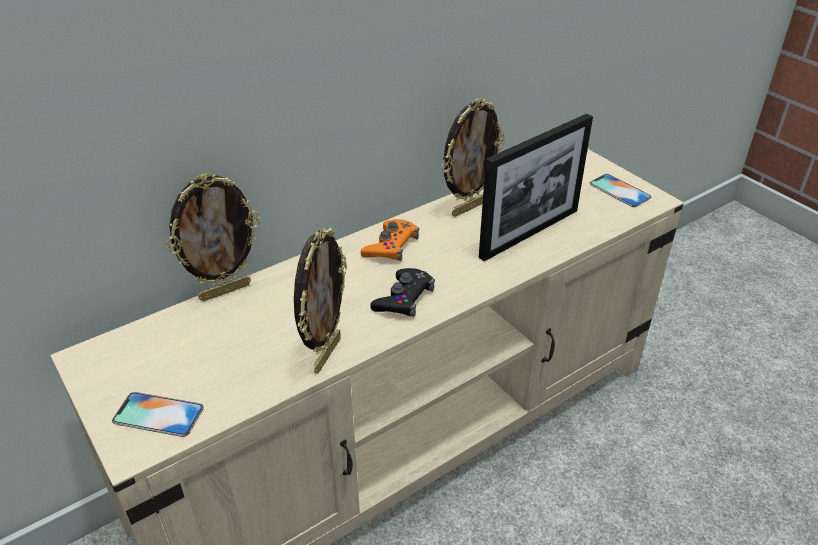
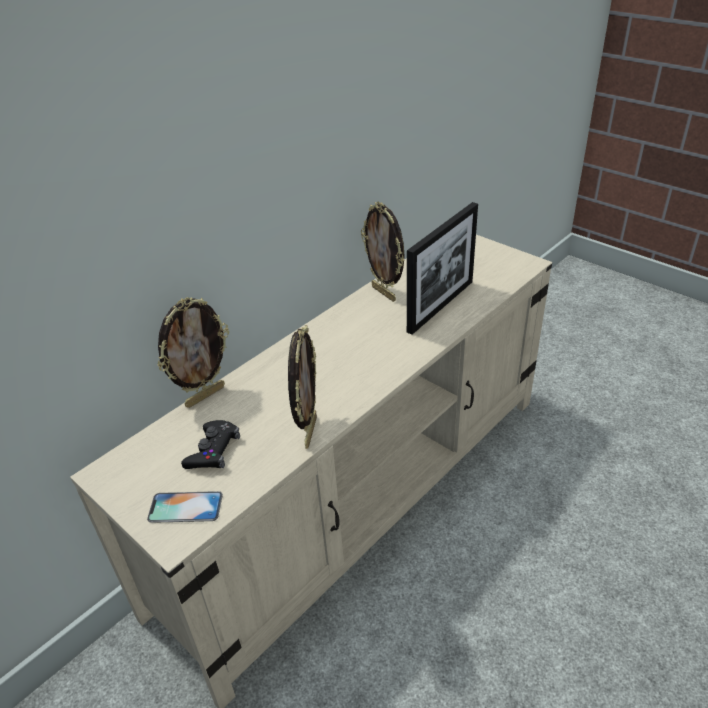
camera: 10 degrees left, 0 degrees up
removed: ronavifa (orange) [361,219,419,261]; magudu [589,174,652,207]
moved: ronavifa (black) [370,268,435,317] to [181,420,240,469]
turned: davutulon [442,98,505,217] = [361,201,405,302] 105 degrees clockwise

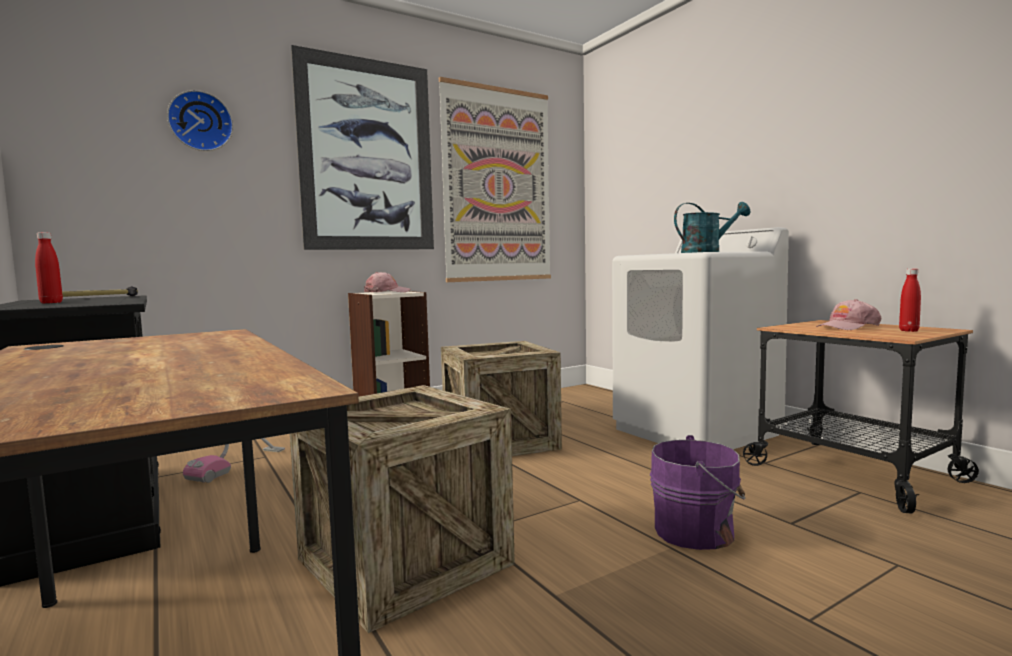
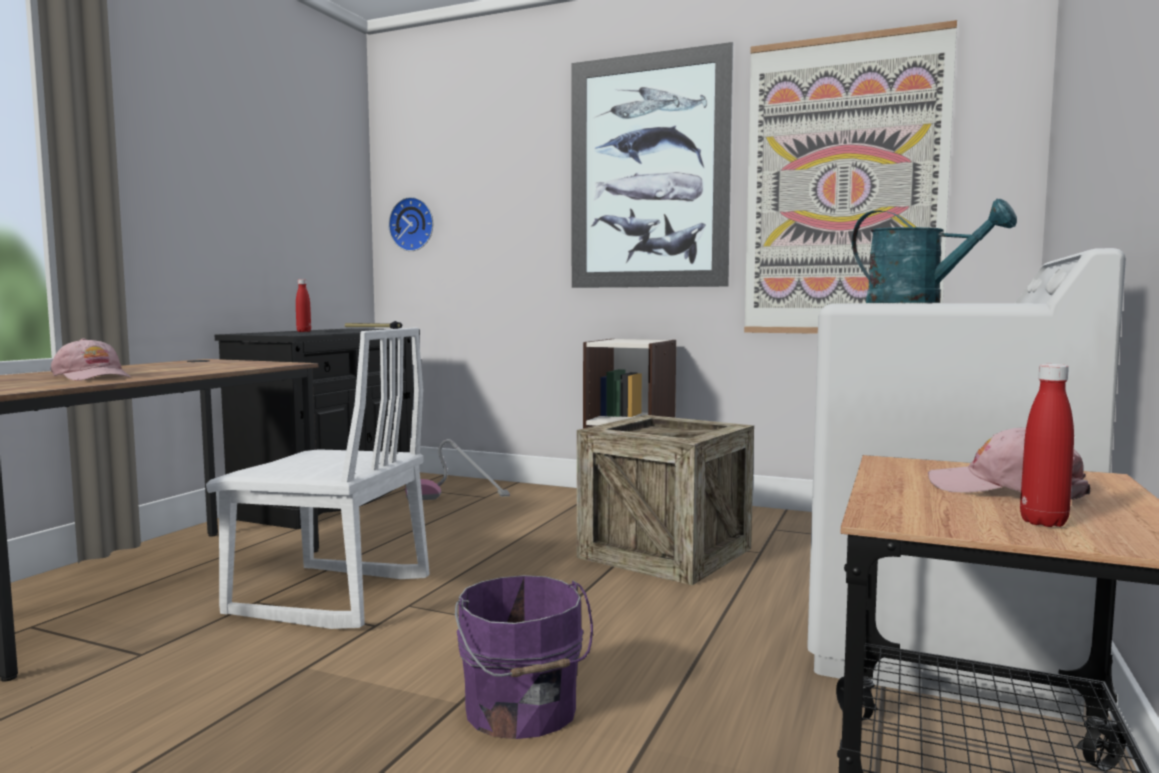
camera: 55 degrees right, 0 degrees up
moved: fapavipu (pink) [364,272,410,293] to [50,338,131,381]; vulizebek [167,90,233,151] to [388,197,433,251]
replaced: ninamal [290,385,515,633] to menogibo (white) [206,327,429,629]

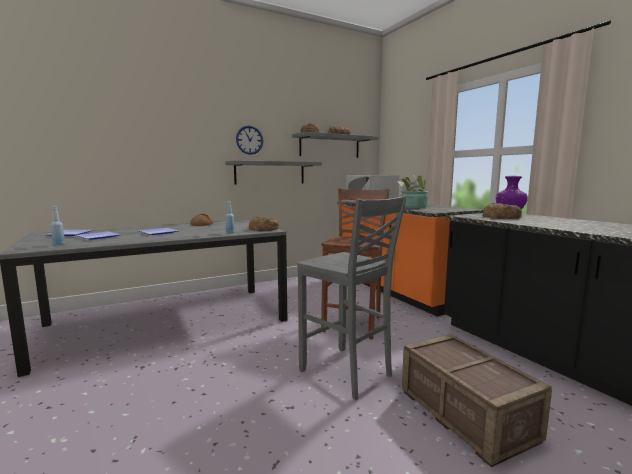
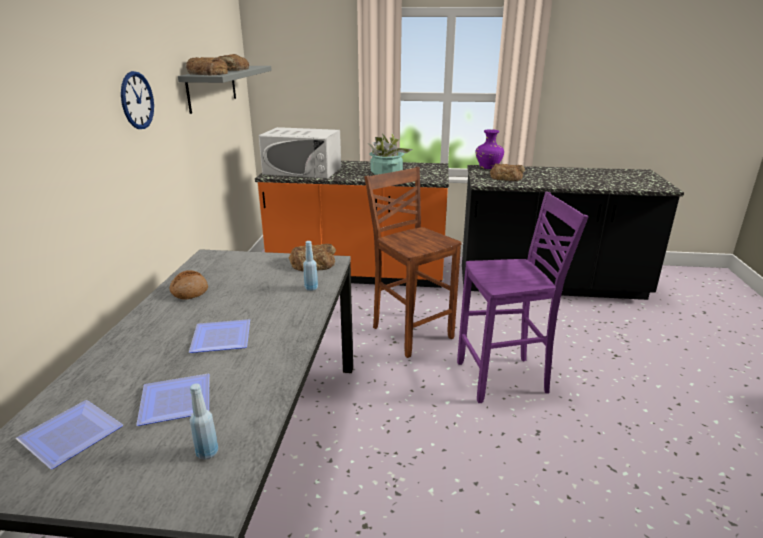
camera: 55 degrees left, 15 degrees up
removed: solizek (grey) [225,160,322,185]; ninamal [402,334,552,467]
recoloured: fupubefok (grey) [297,195,407,400] to fupubefok (purple) [457,192,588,403]

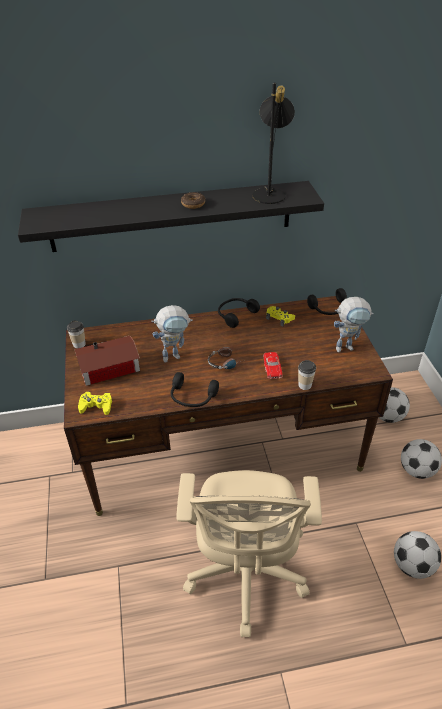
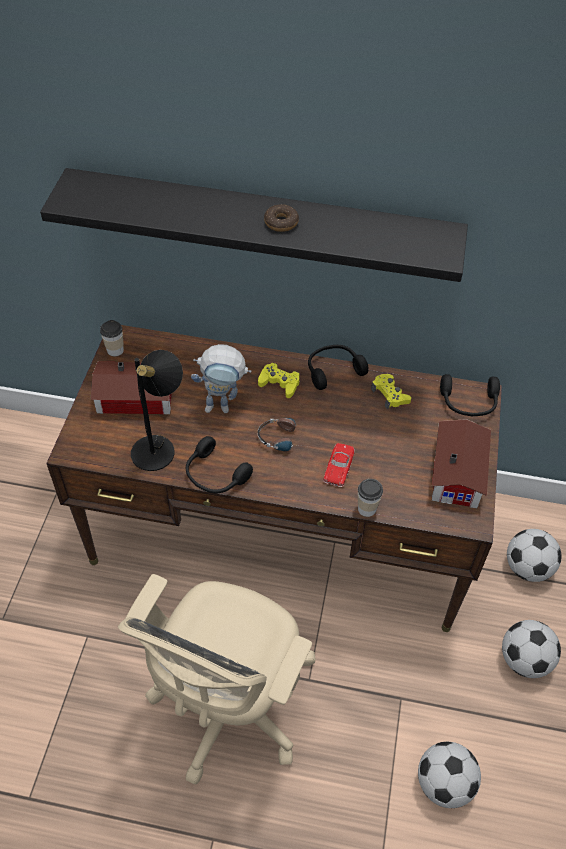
camera: 20 degrees right, 10 degrees up
moved: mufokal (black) [252,83,295,204] to [131,350,183,471]; ronavifa (yellow) [78,392,112,415] to [258,363,299,398]
replaced: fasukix [334,297,374,352] to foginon [432,419,491,508]

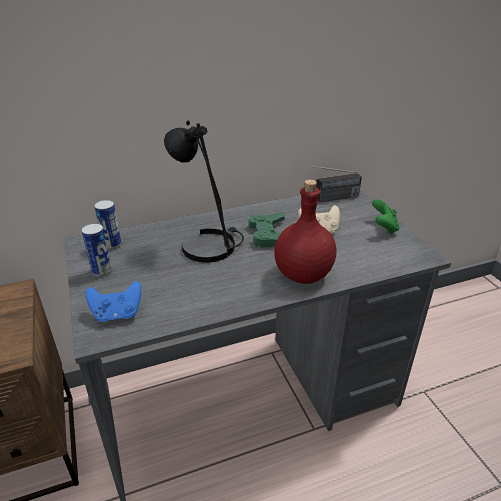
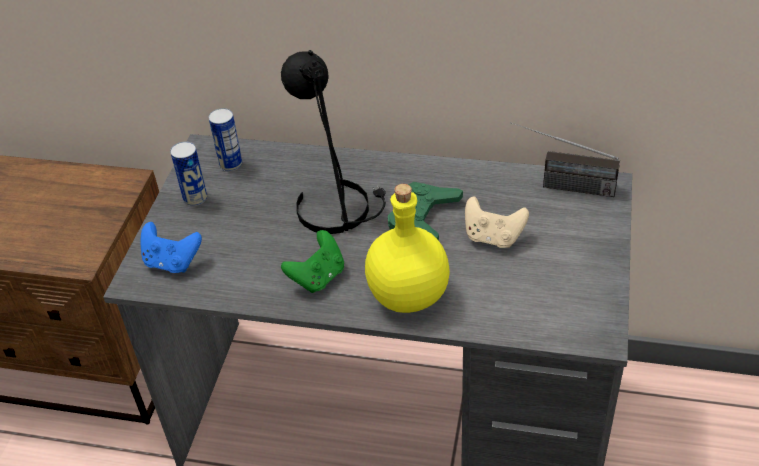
camera: 35 degrees right, 10 degrees up
moved: ronavifa (green) [372,199,399,234] to [281,230,344,293]
recoloured: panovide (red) [274,180,337,284] to panovide (yellow) [365,184,450,313]

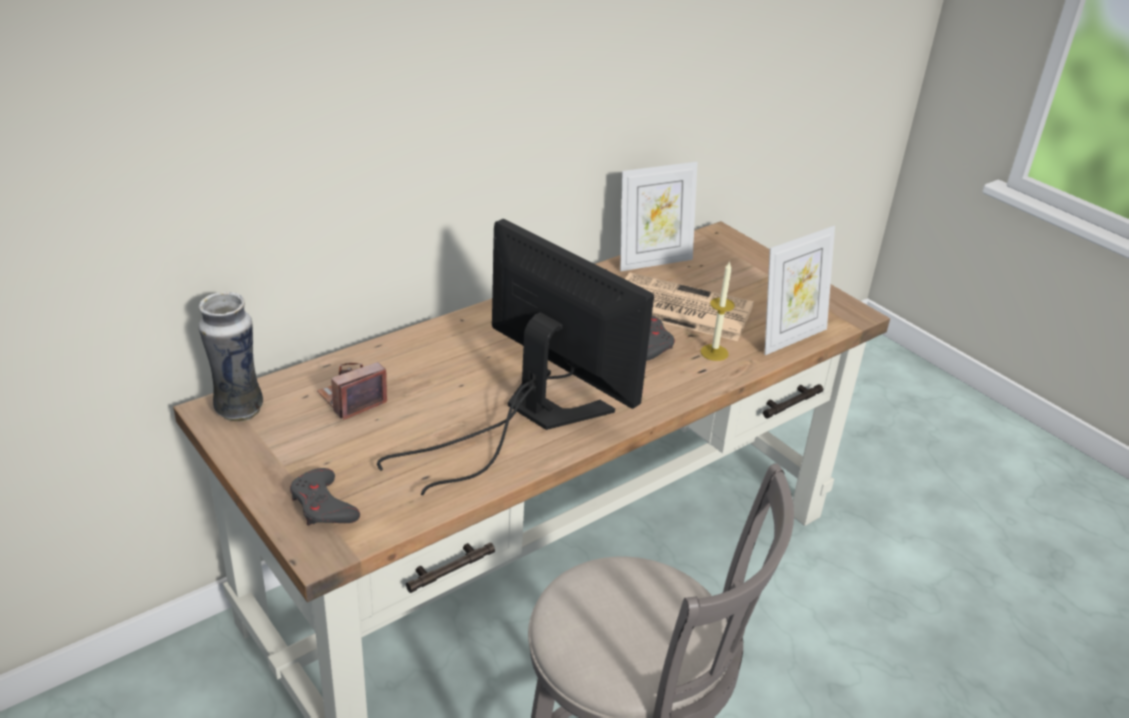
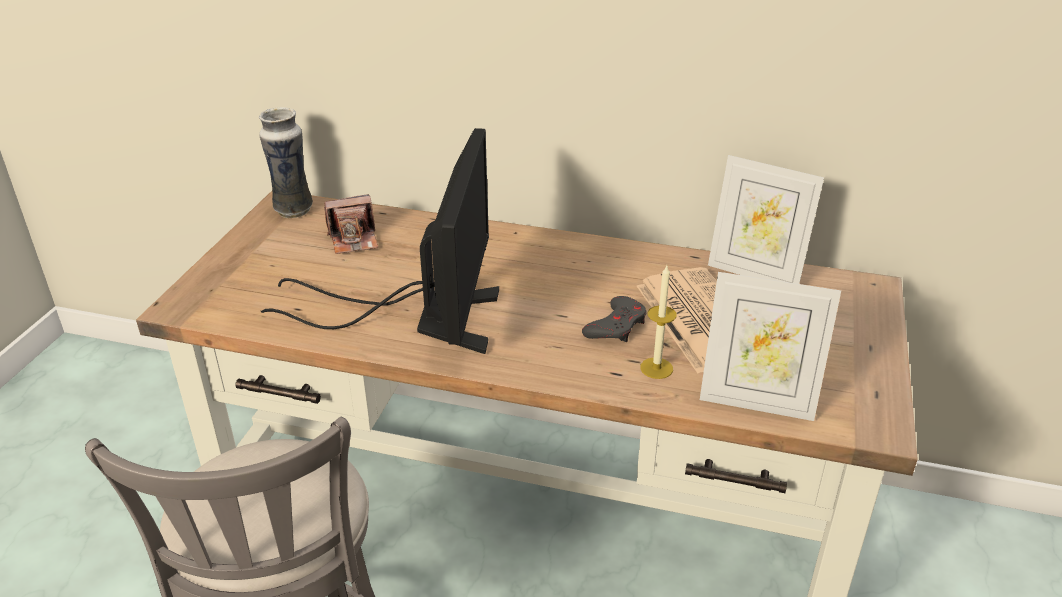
camera: 55 degrees right, 0 degrees up
removed: ronavifa (grey) [290,468,360,526]
turned: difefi [317,362,387,420] = [324,194,378,254] 150 degrees clockwise

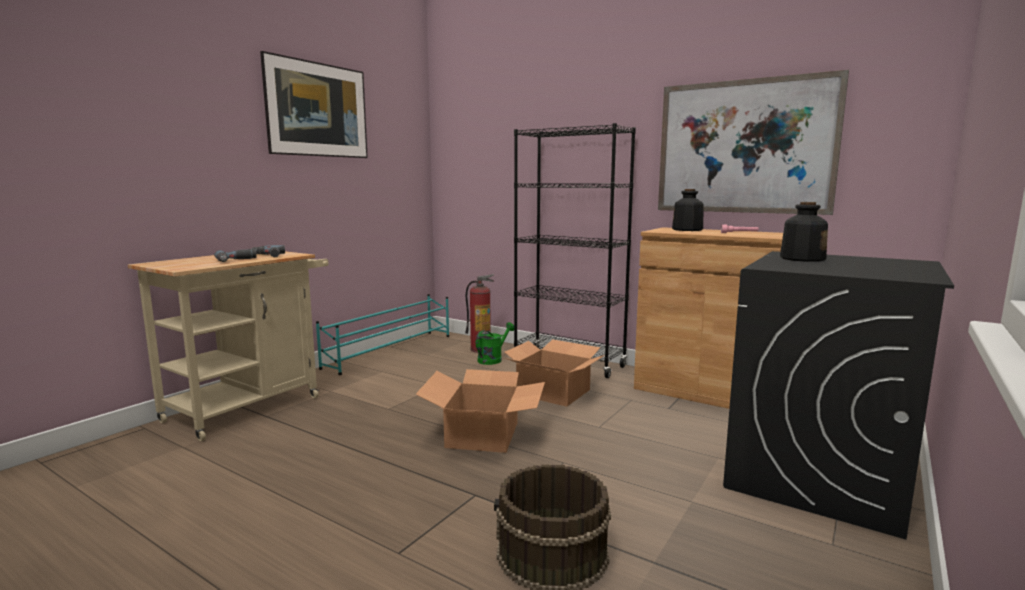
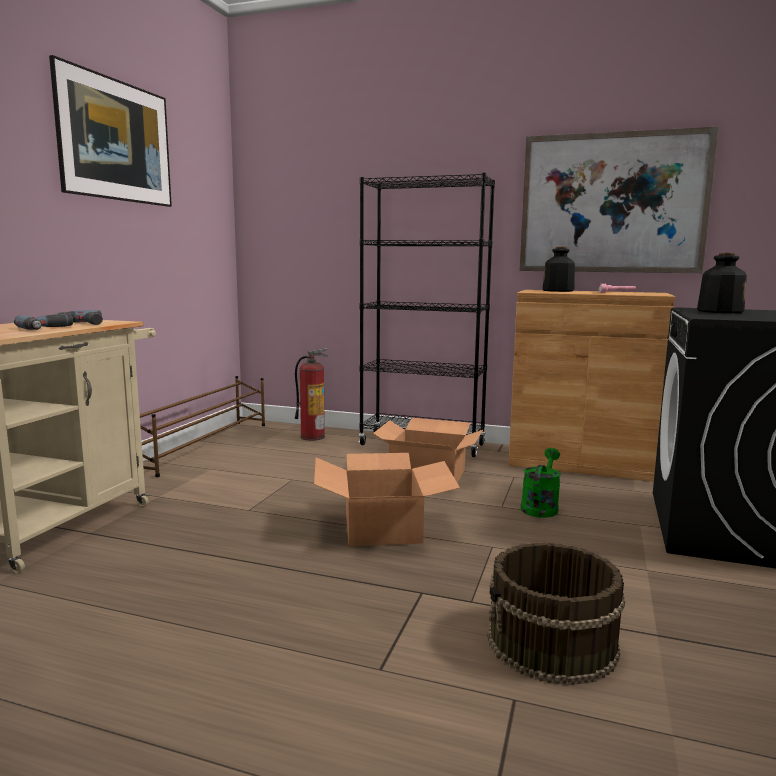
camera: 15 degrees left, 0 degrees up
moved: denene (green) [476,322,514,365] to [521,448,561,518]
recoloured: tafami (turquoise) [316,294,449,375] to tafami (brown) [140,376,265,477]

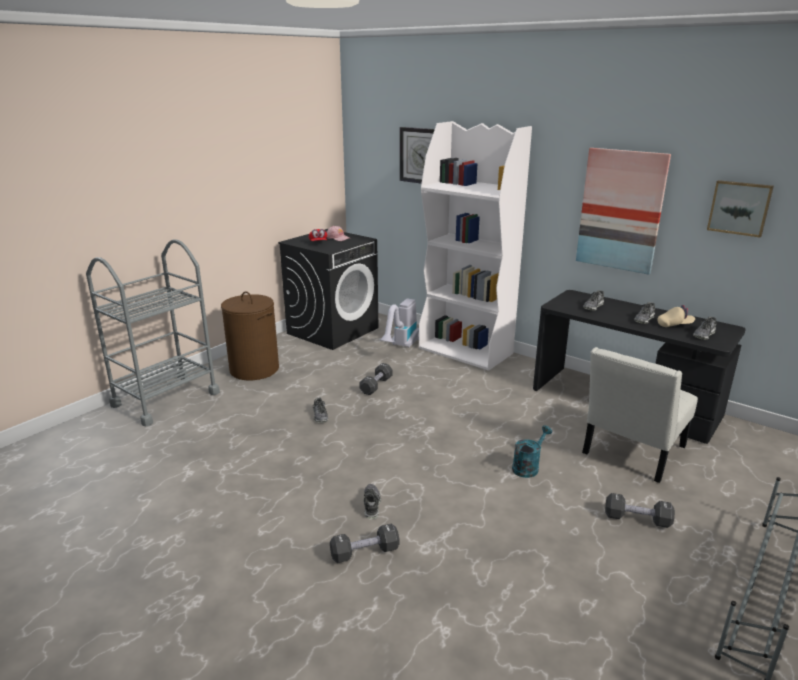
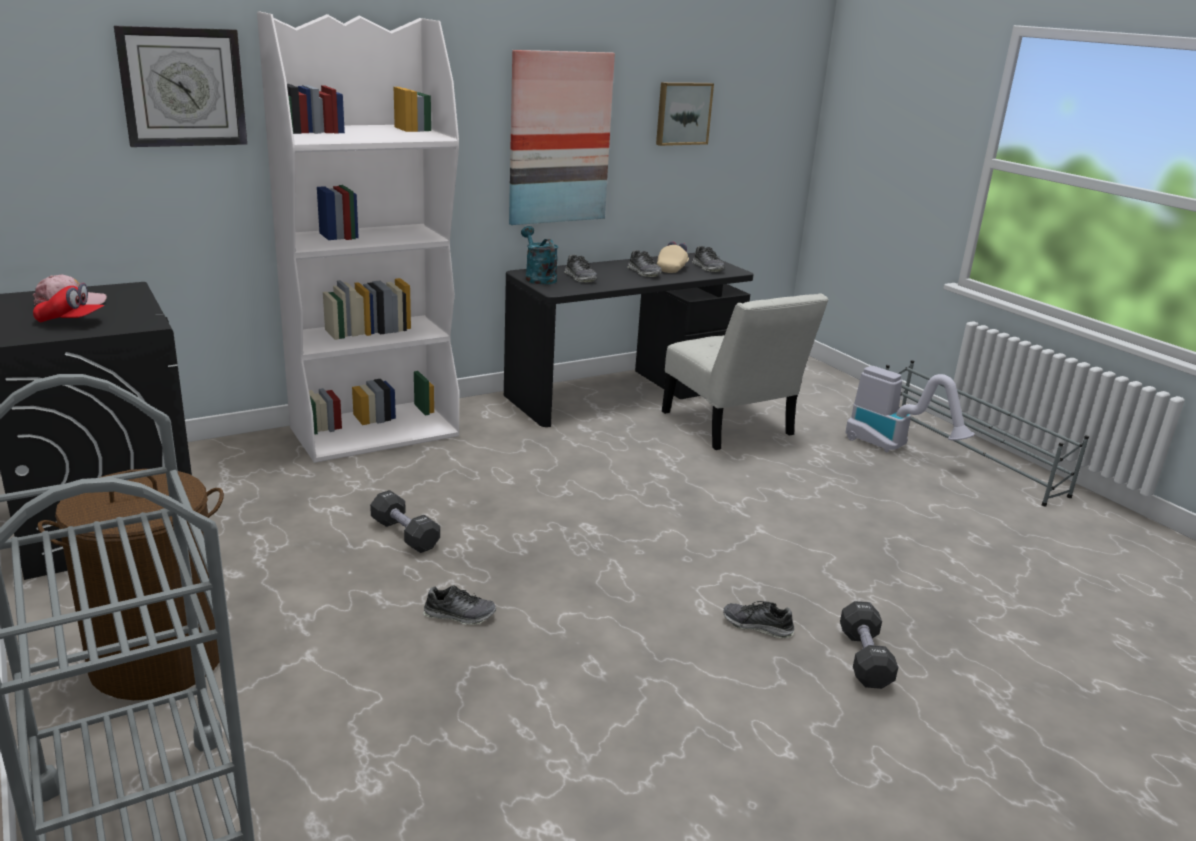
camera: 70 degrees left, 0 degrees up
removed: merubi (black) [605,493,675,528]
moved: denene (turquoise) [512,425,552,478] to [521,226,558,285]; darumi [379,299,419,348] to [845,366,975,452]

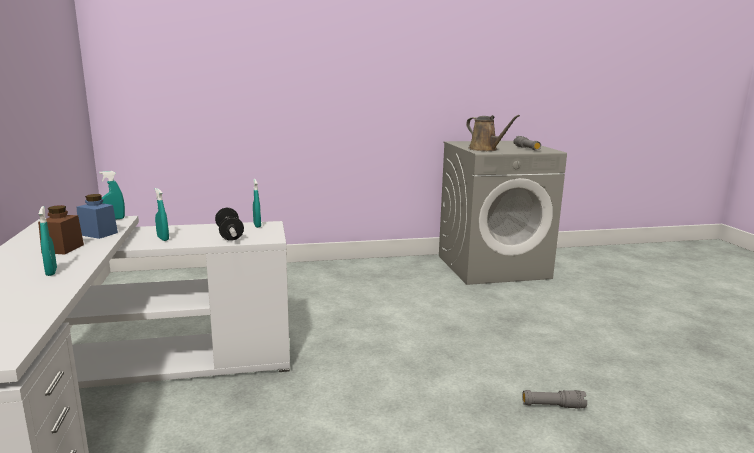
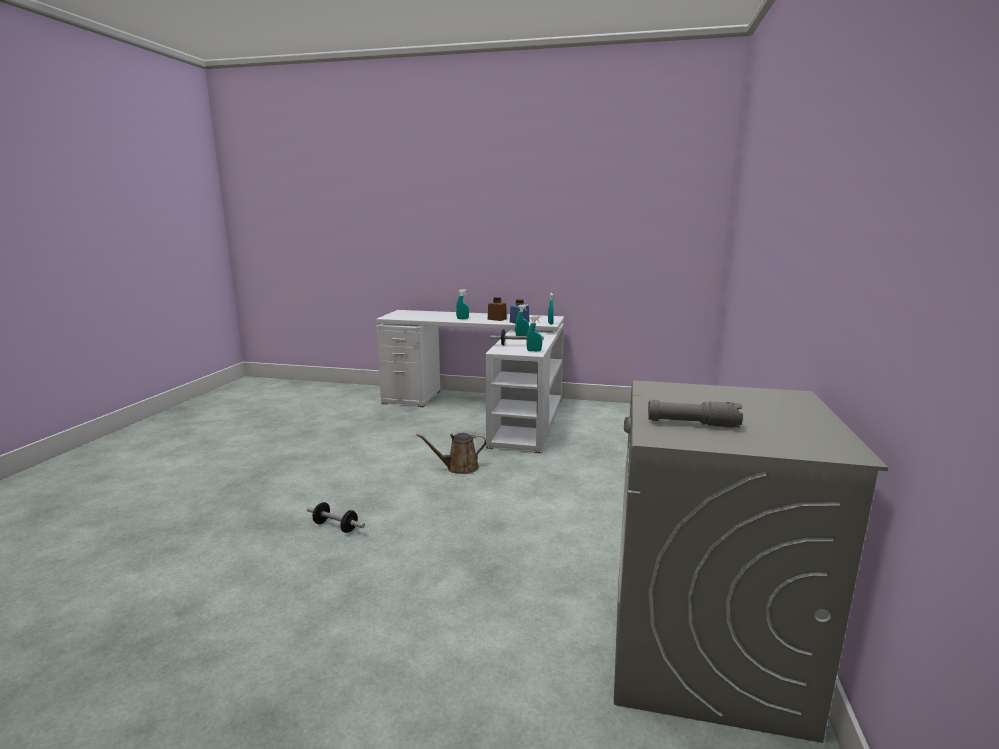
camera: 115 degrees right, 0 degrees up
moved: denene (brown) [466,115,520,151] to [417,433,486,474]
replaced: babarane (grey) [522,390,587,409] to merubi [307,502,365,533]

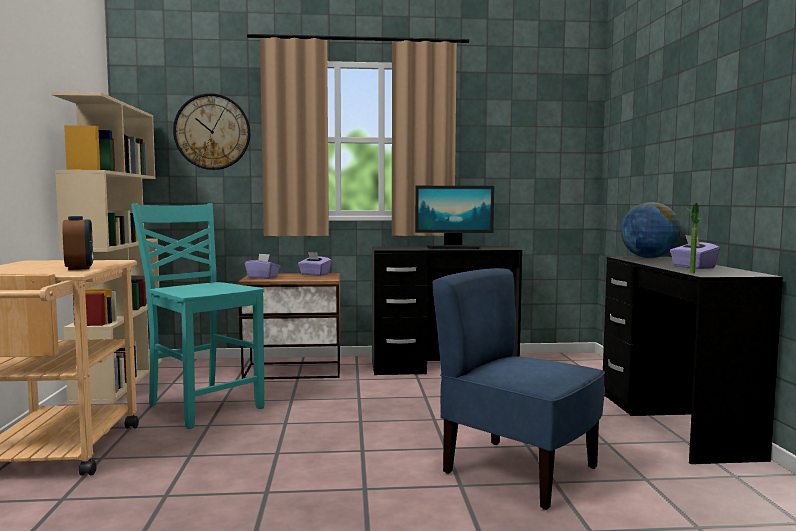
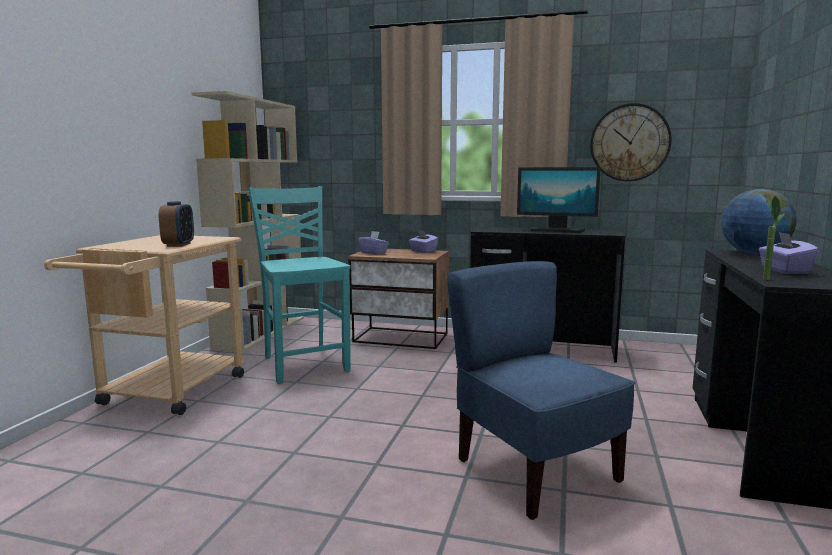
camera: 20 degrees right, 5 degrees up
moved: vulizebek [173,93,250,170] to [590,103,672,181]

